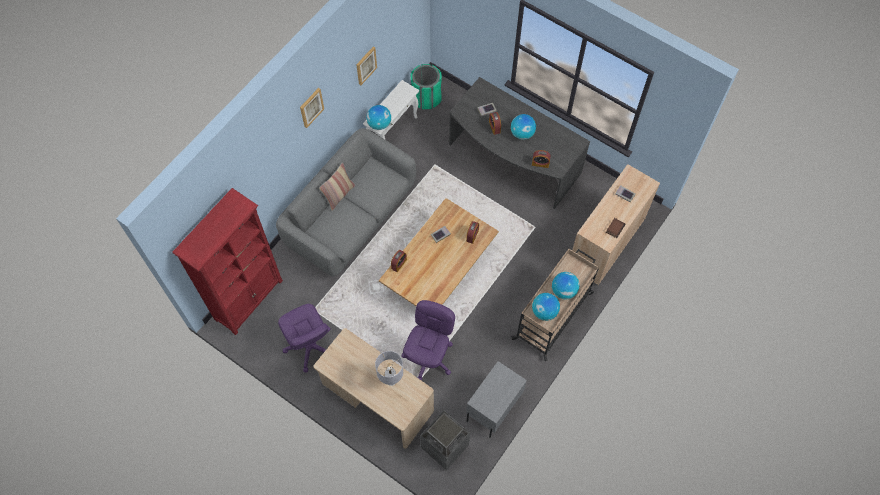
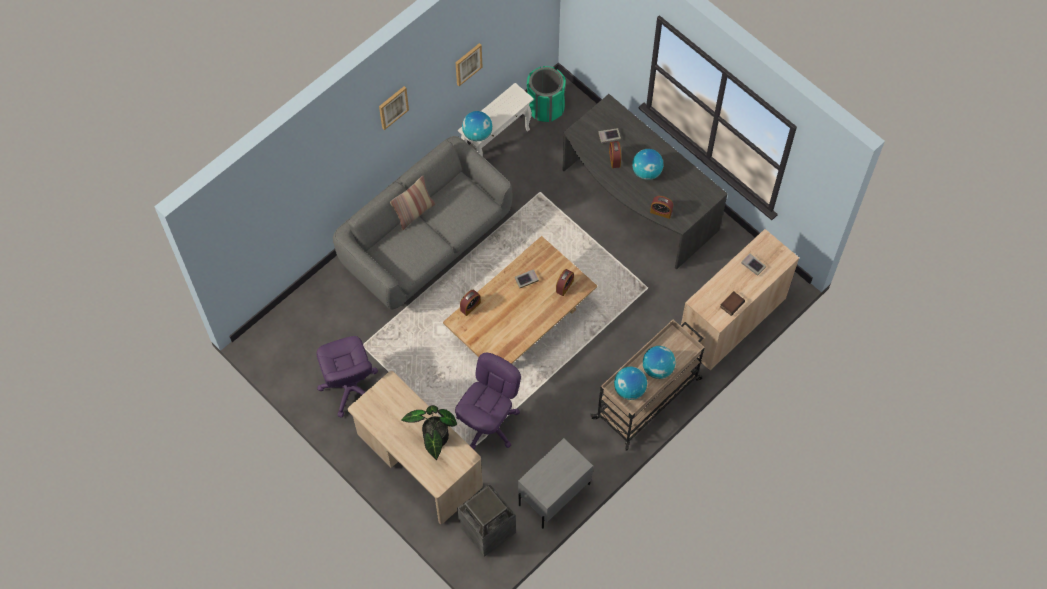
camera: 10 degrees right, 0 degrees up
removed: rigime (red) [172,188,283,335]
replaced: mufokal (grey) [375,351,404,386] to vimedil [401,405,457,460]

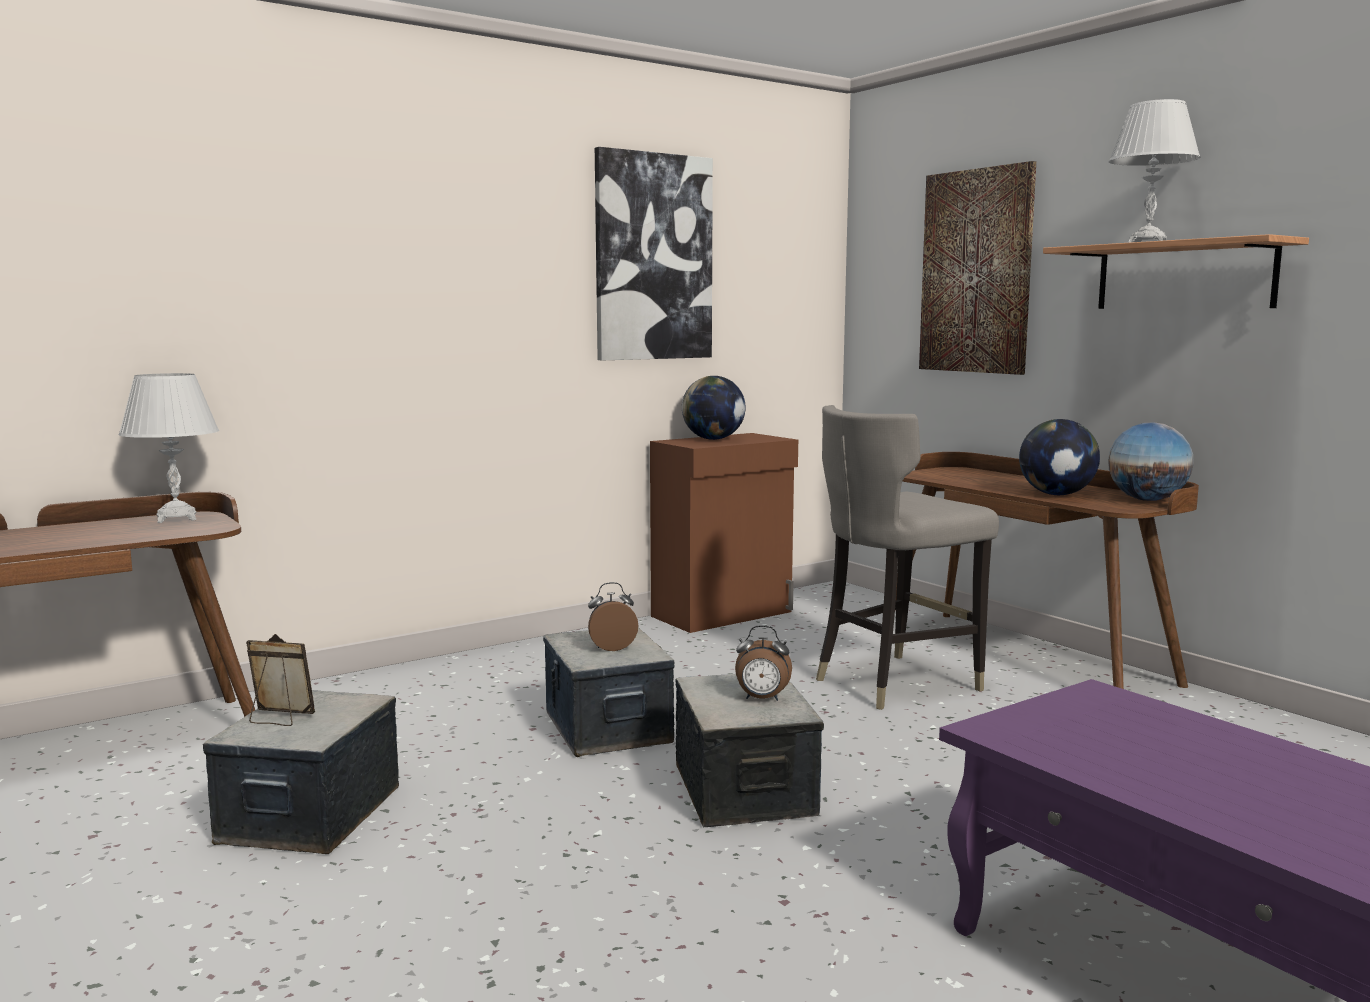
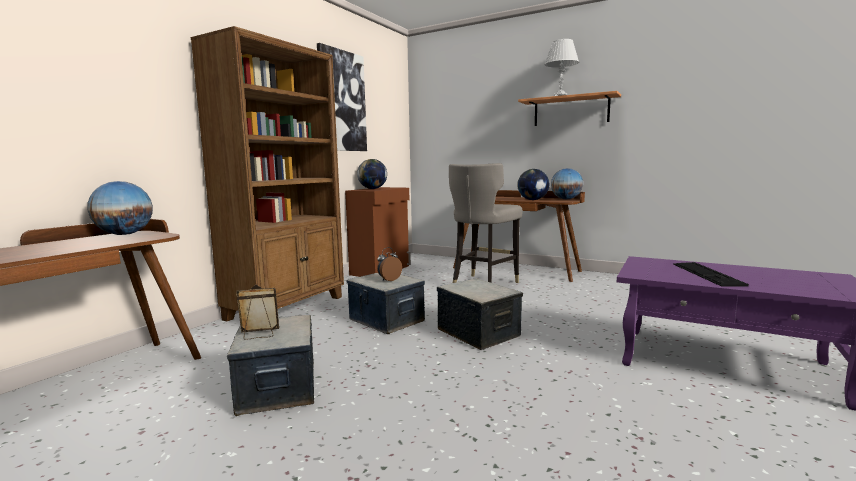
camera: 25 degrees left, 0 degrees up
removed: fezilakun [735,625,792,701]; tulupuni [919,161,1036,375]
added: rigime (brown) [190,26,344,322]; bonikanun [673,262,749,286]
replaced: mufokal (white) [119,373,219,523] to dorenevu [87,181,153,235]

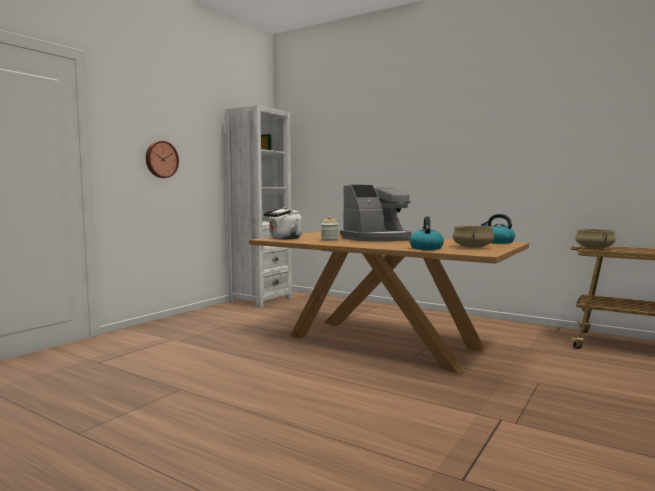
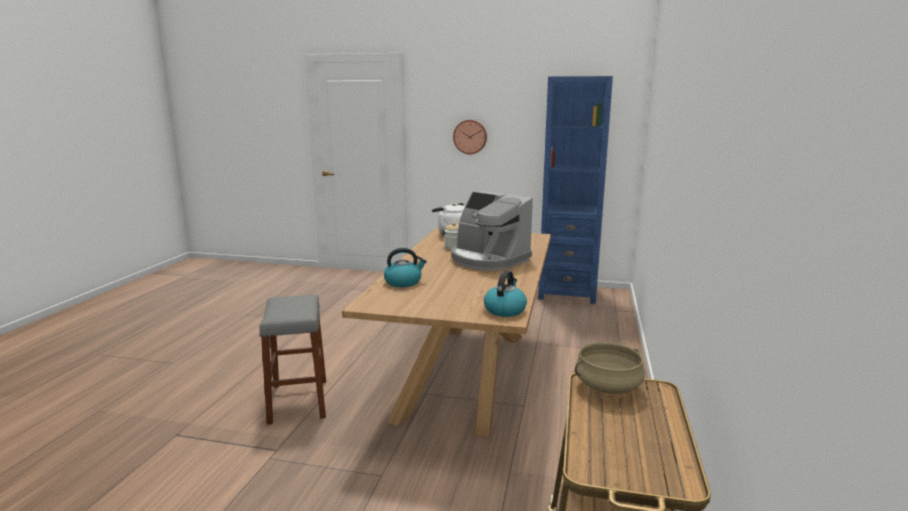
camera: 70 degrees right, 10 degrees up
removed: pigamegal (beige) [453,226,494,248]
added: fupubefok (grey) [259,295,326,425]
recoloured: rigime (white) [224,105,292,308] to rigime (blue) [538,76,613,304]

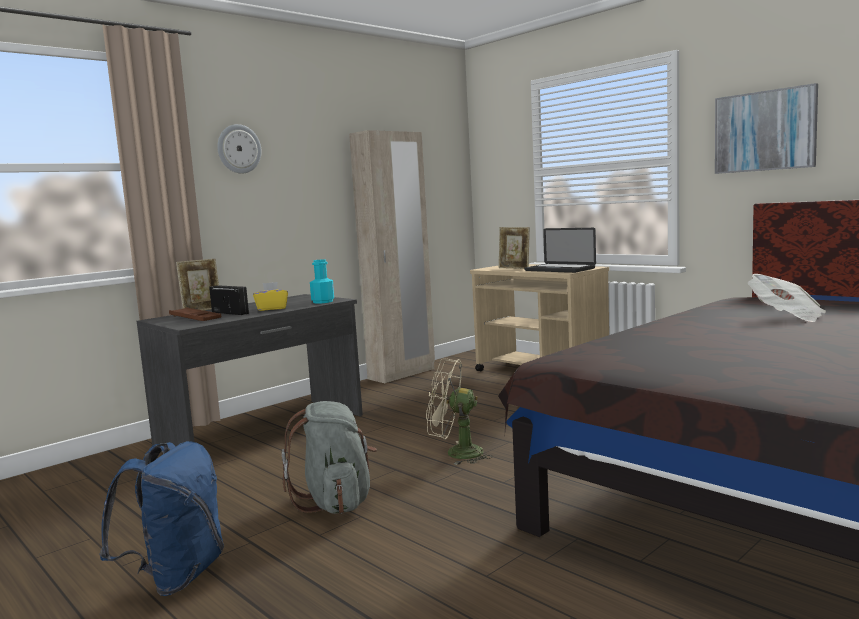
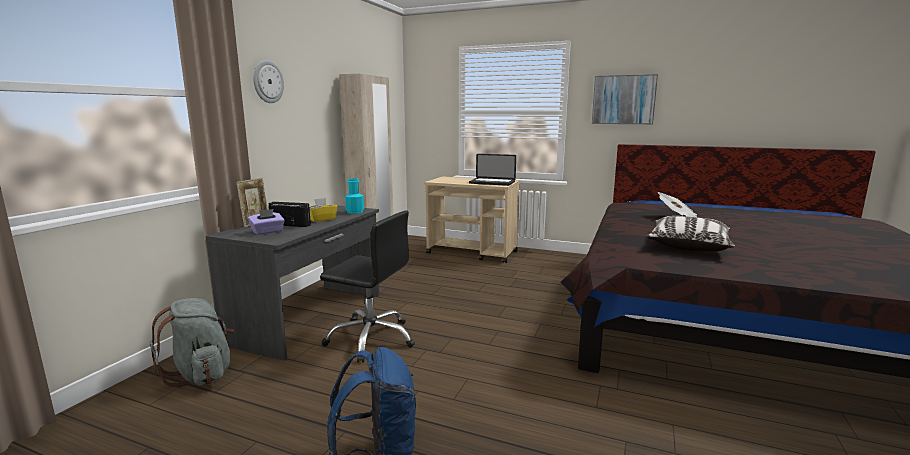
camera: 25 degrees left, 5 degrees up
removed: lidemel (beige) [426,358,493,465]; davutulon [499,227,530,269]
added: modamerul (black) [320,210,415,363]; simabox [647,216,735,252]
moved: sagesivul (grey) [282,401,377,514] to [150,298,234,388]
replaced: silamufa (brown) [169,307,221,321] to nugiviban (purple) [248,209,285,235]

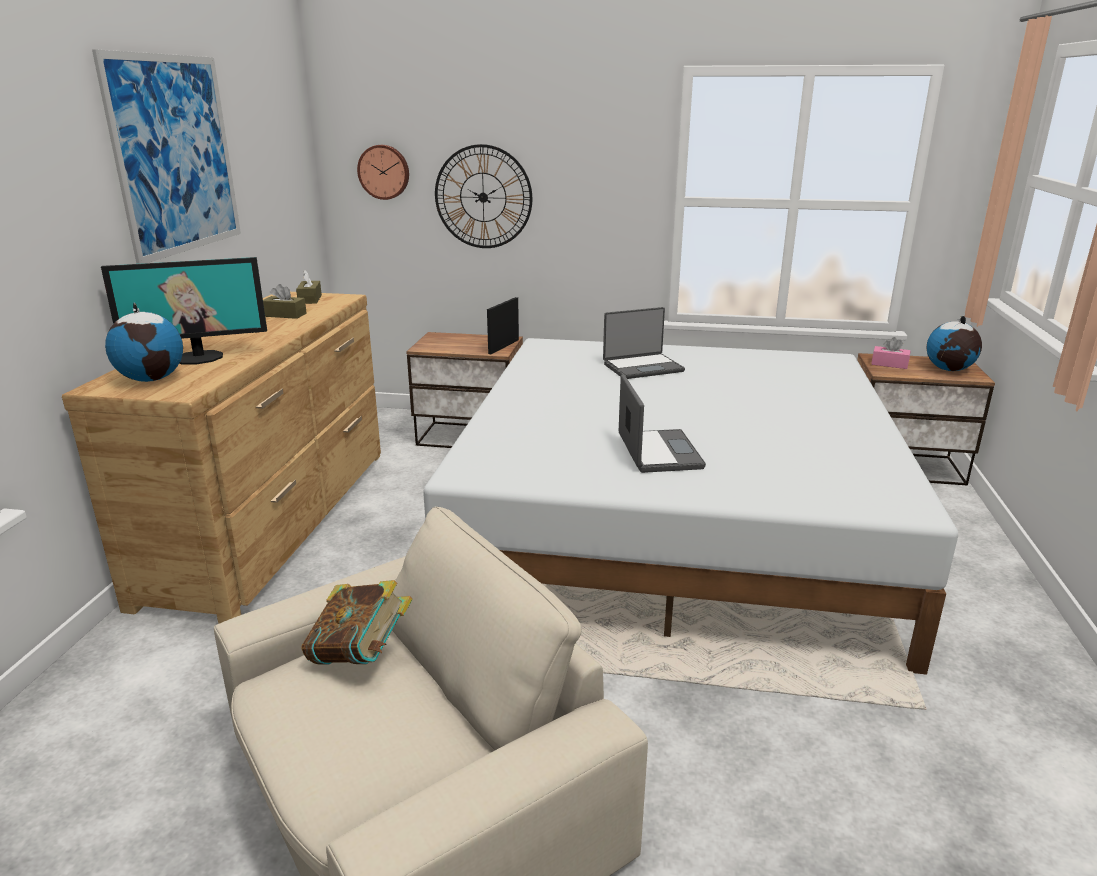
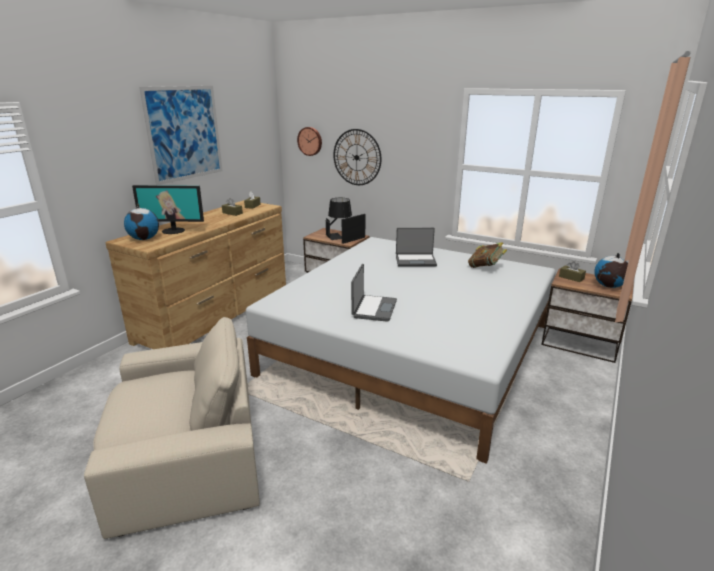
camera: 20 degrees right, 0 degrees up
added: mufokal (black) [325,198,352,240]
moved: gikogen [301,580,412,665] to [468,242,507,268]
recoloured: nugiviban (pink) [871,337,911,369] to nugiviban (brown) [559,261,586,282]

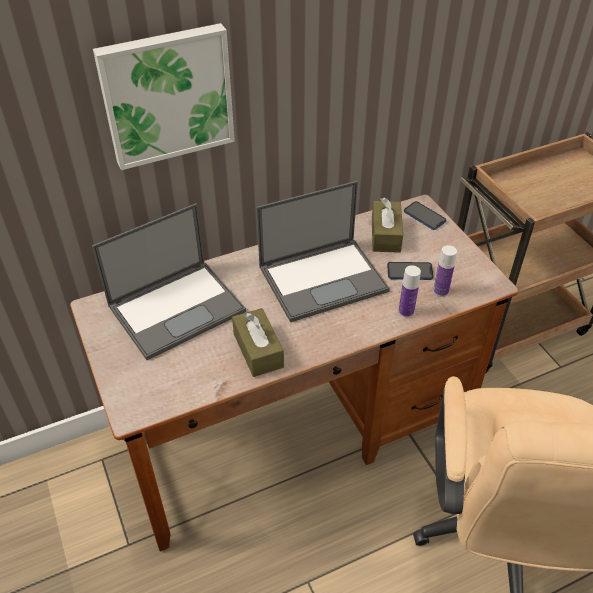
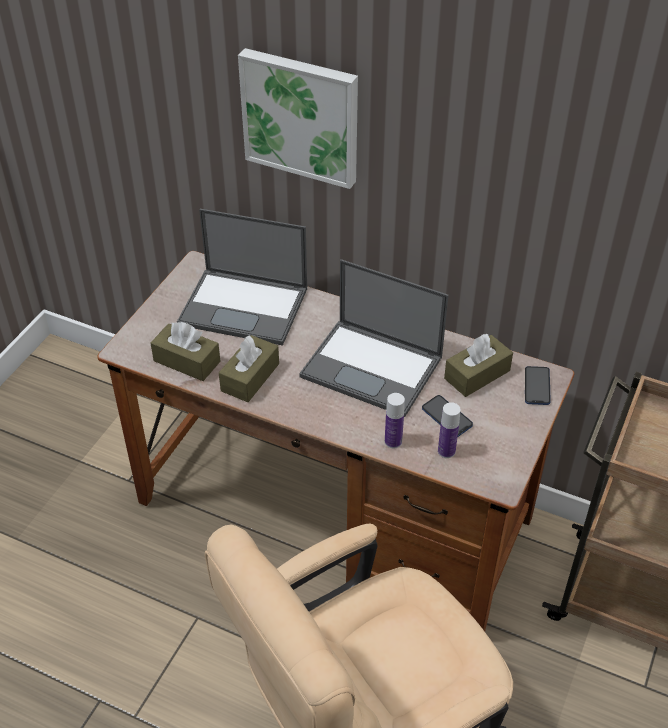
camera: 50 degrees right, 0 degrees up
added: nugiviban (brown) [151,322,220,381]

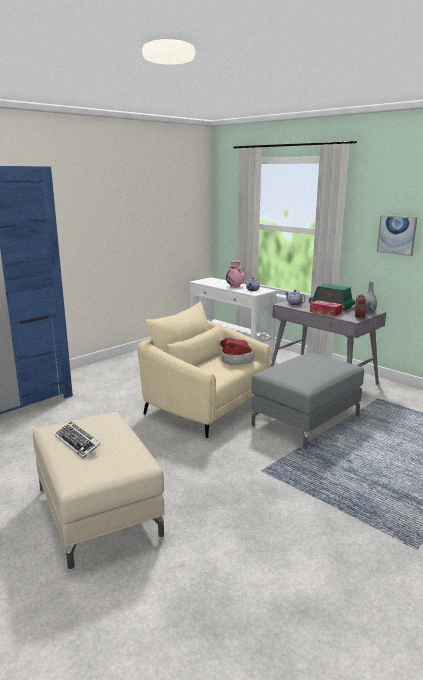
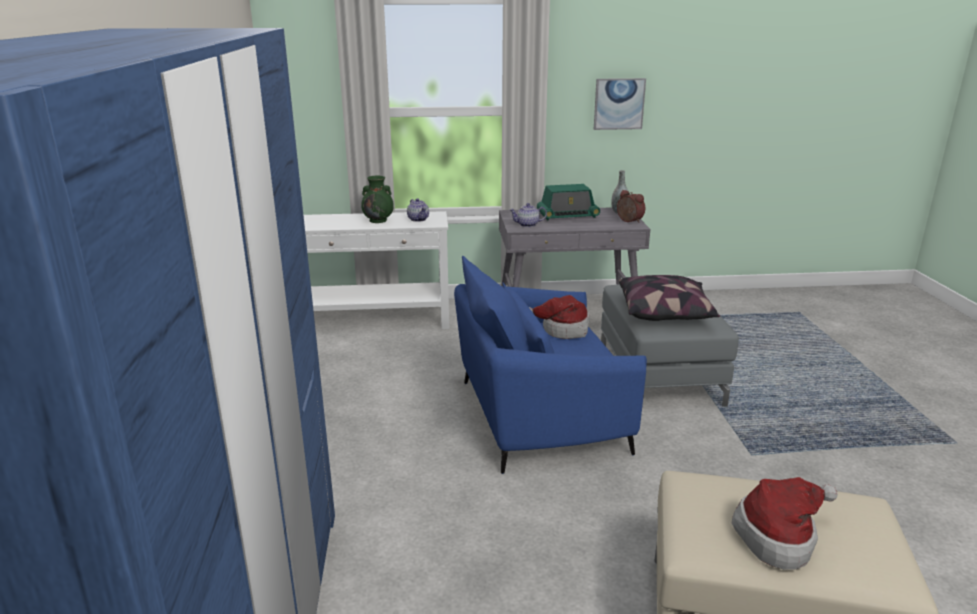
camera: 50 degrees left, 5 degrees up
removed: nugiviban [310,300,342,316]
added: simabox [619,275,720,321]
replaced: bonikanun [55,421,101,458] to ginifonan [732,477,838,570]
recoloured: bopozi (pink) [226,260,245,288] to bopozi (green) [361,176,394,223]; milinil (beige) [137,302,271,439] to milinil (blue) [454,256,647,474]

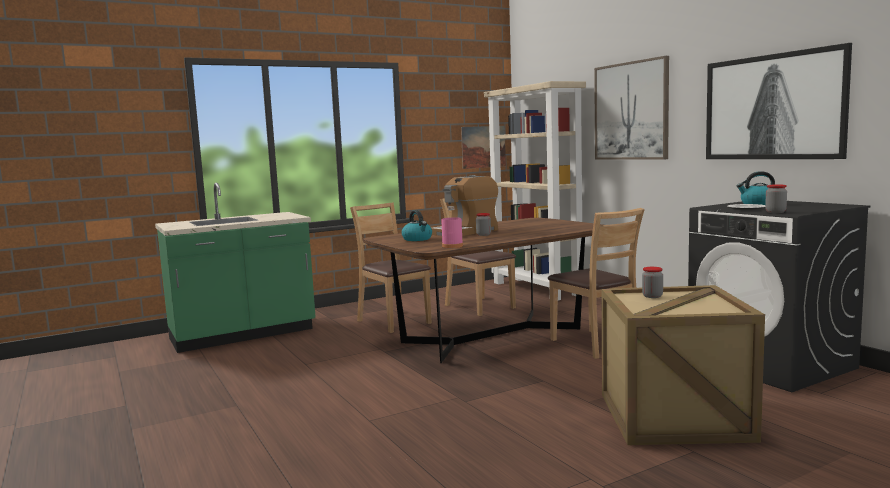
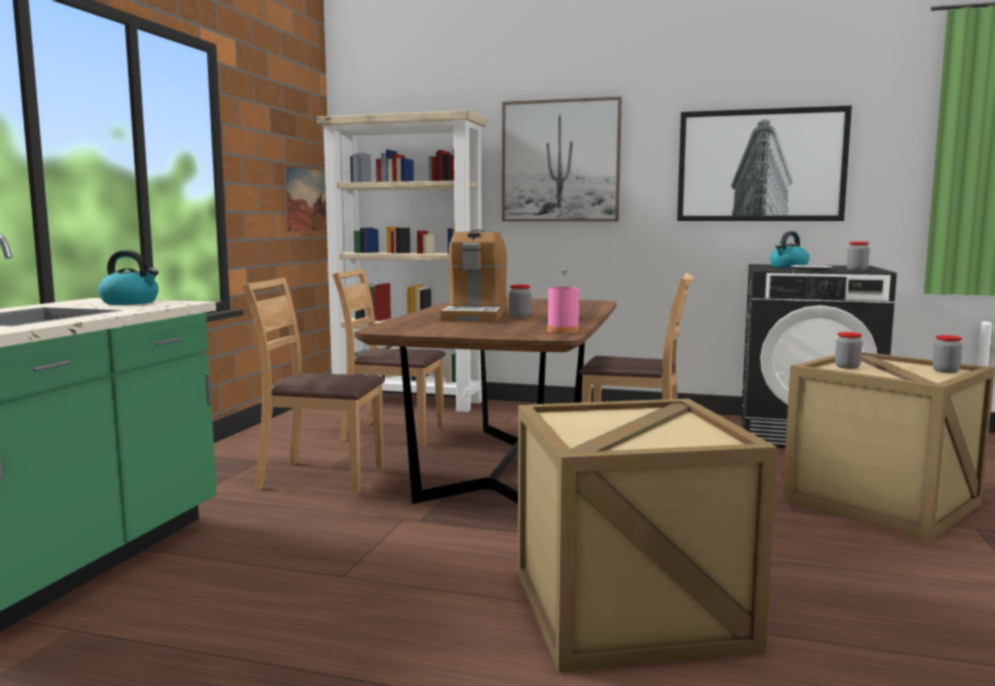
camera: 45 degrees left, 0 degrees up
added: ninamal [518,399,777,672]; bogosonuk [933,335,962,373]
moved: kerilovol [402,210,432,241] to [98,250,159,305]

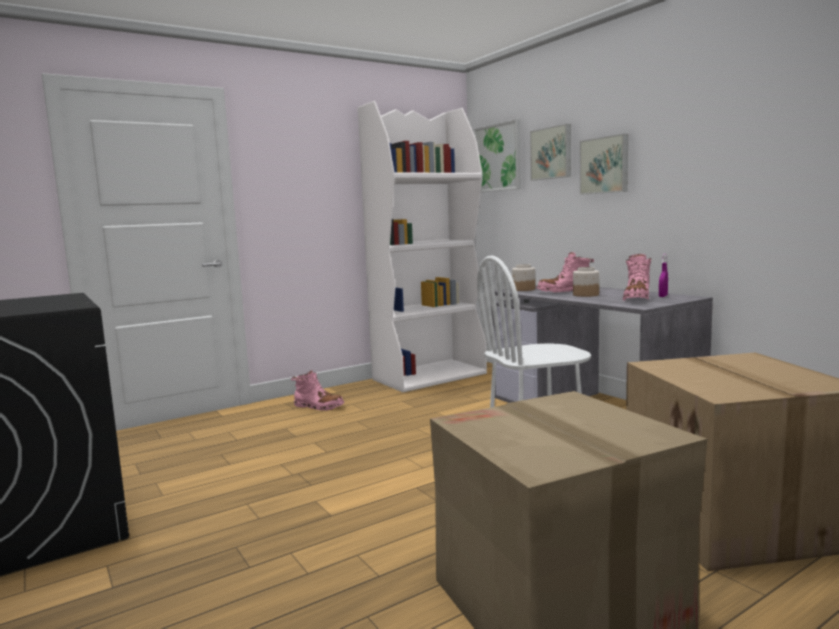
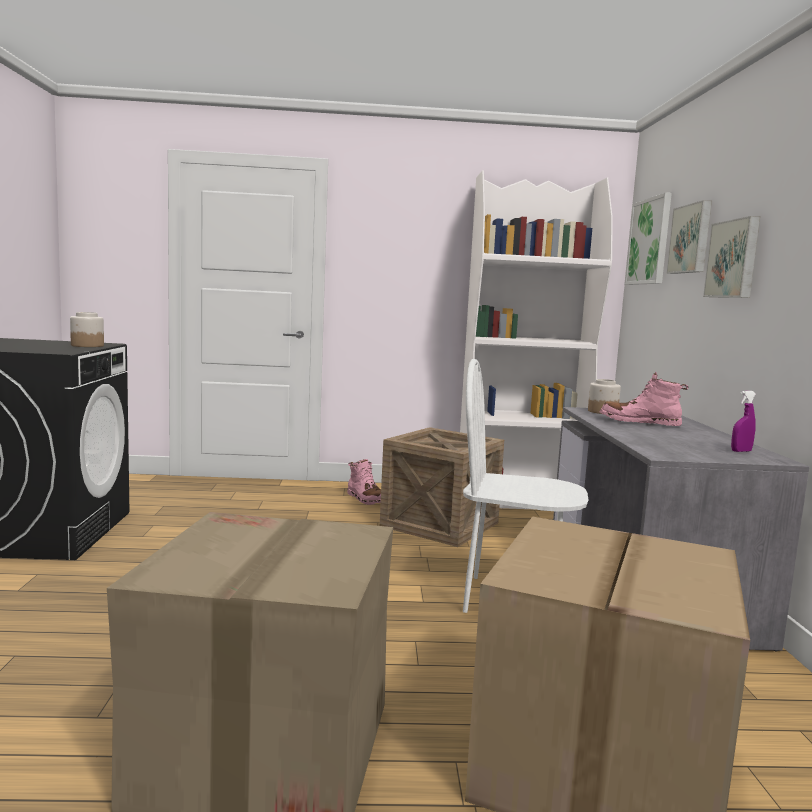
camera: 30 degrees right, 0 degrees up
removed: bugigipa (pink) [623,254,651,300]
added: ninamal [380,427,504,547]
moved: bogosonuk [573,267,599,297] to [70,312,104,347]

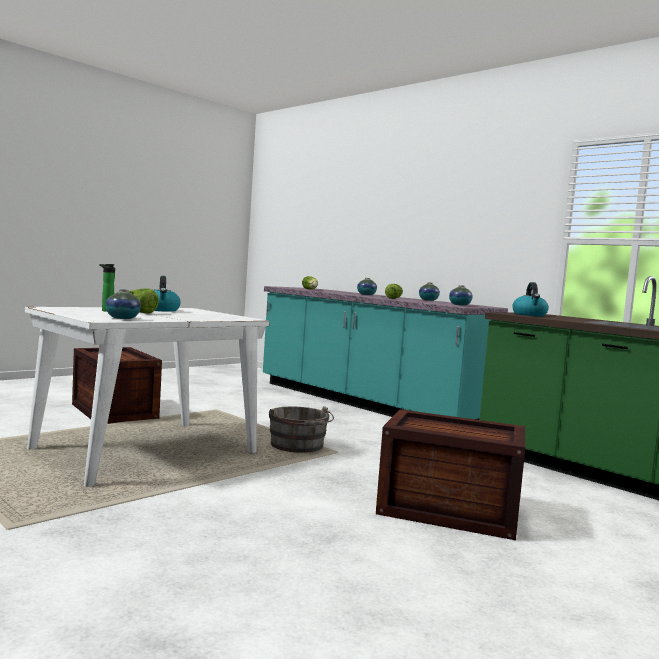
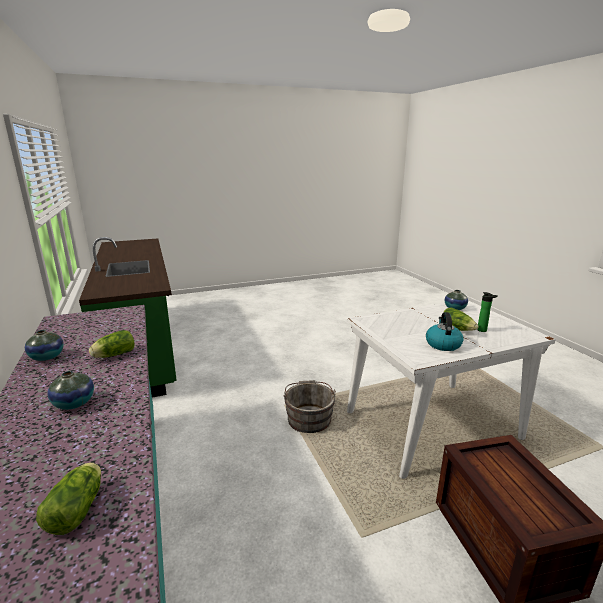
camera: 155 degrees left, 15 degrees up
removed: ninamal [376,409,525,540]; bopozi [449,285,473,306]; kerilovol [512,282,549,317]

